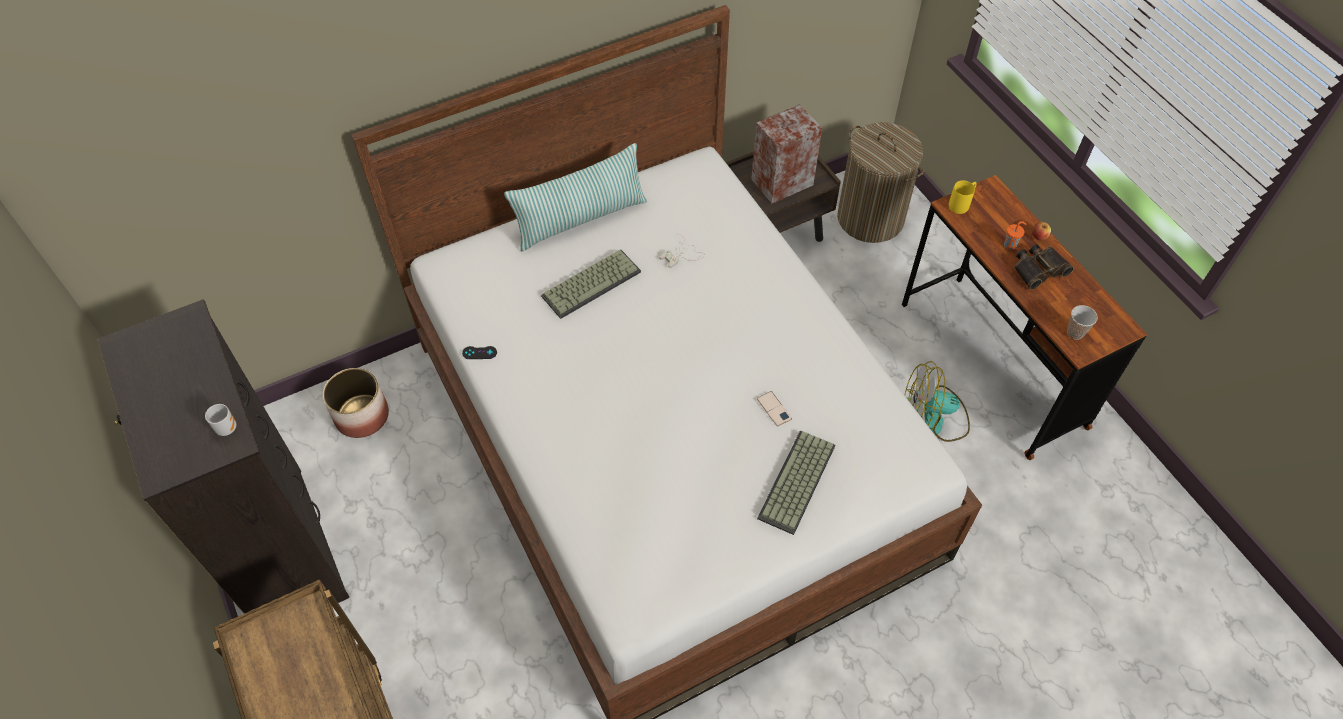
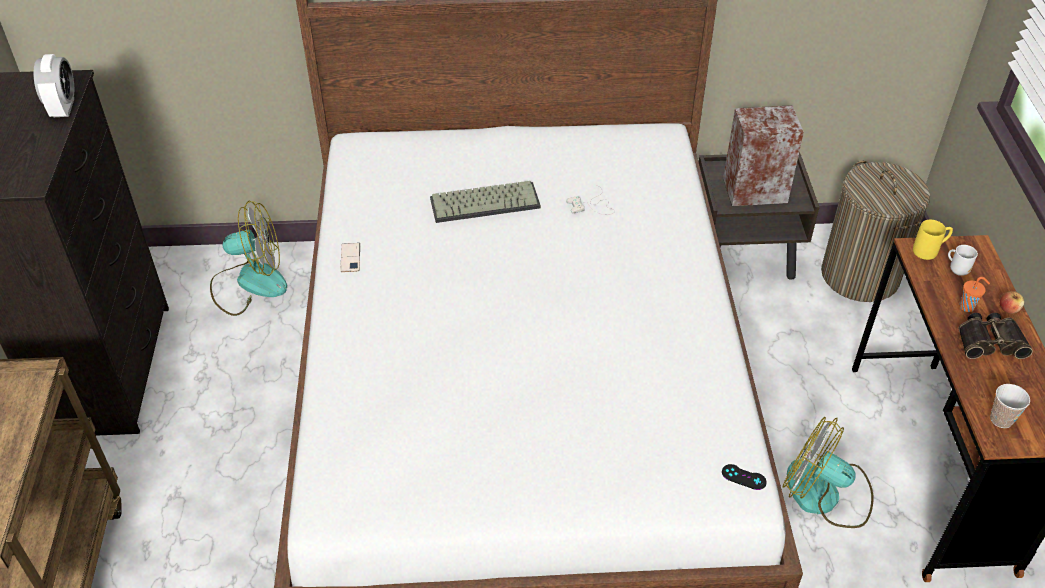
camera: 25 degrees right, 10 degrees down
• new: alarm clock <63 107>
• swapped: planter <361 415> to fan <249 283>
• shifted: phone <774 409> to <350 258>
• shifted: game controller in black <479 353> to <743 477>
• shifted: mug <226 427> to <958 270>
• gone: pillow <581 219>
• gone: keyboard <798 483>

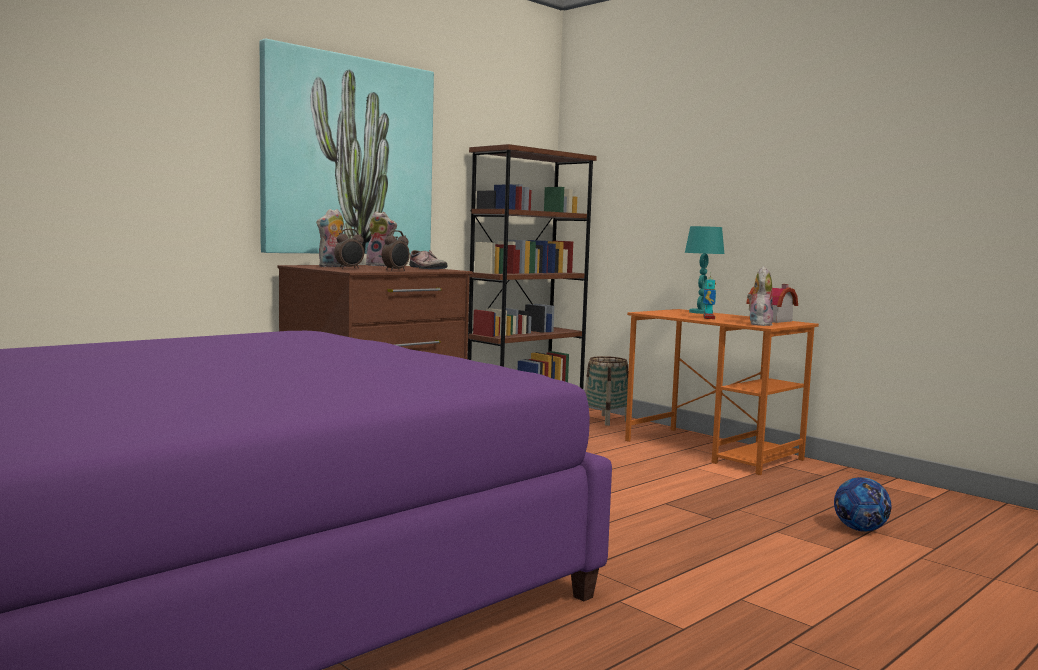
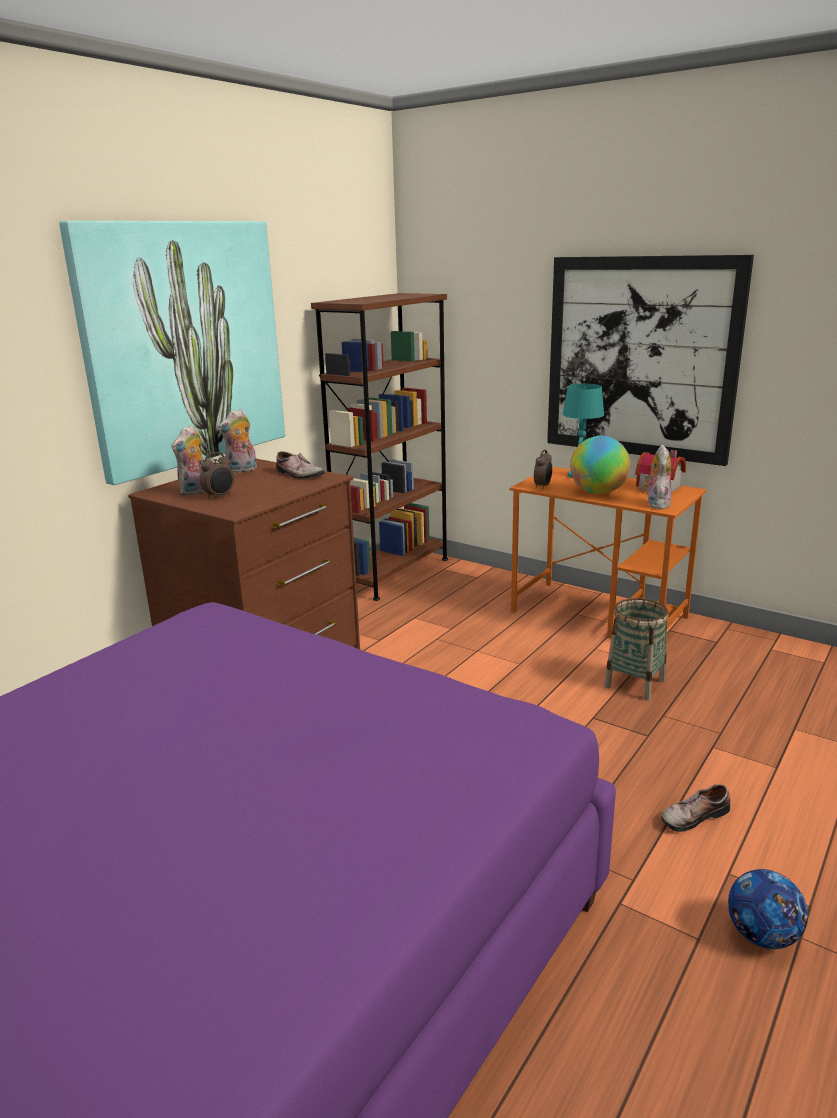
camera: 10 degrees left, 15 degrees up
• rotated: plush toy <381 266> = <242 470> 135 degrees clockwise
• shifted: alarm clock <396 270> to <543 486>
• new: picture <640 358>
• swapped: toy robot <708 318> to globe <598 492>
• shifted: basket <605 420> to <634 683>
• new: shoe <692 815>
• shifted: football <860 529> to <762 935>

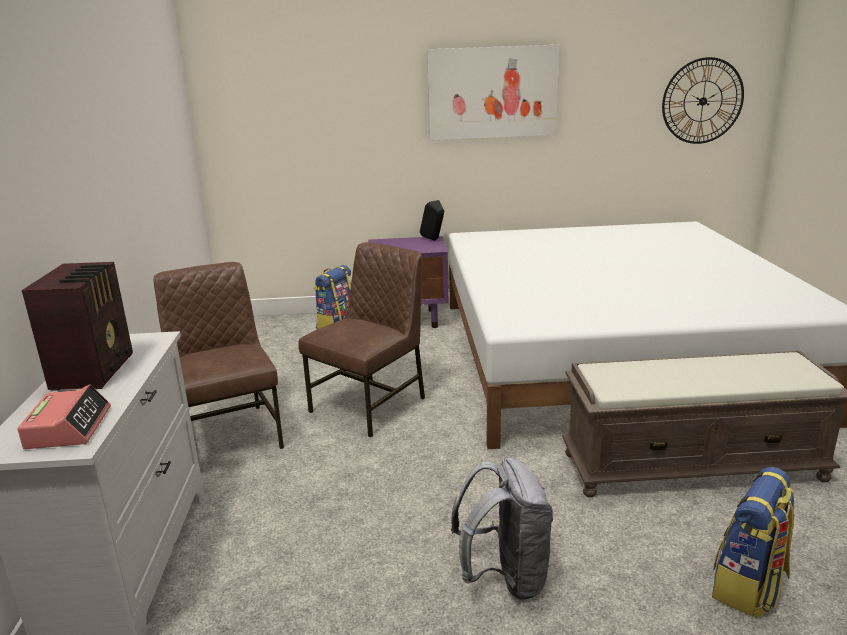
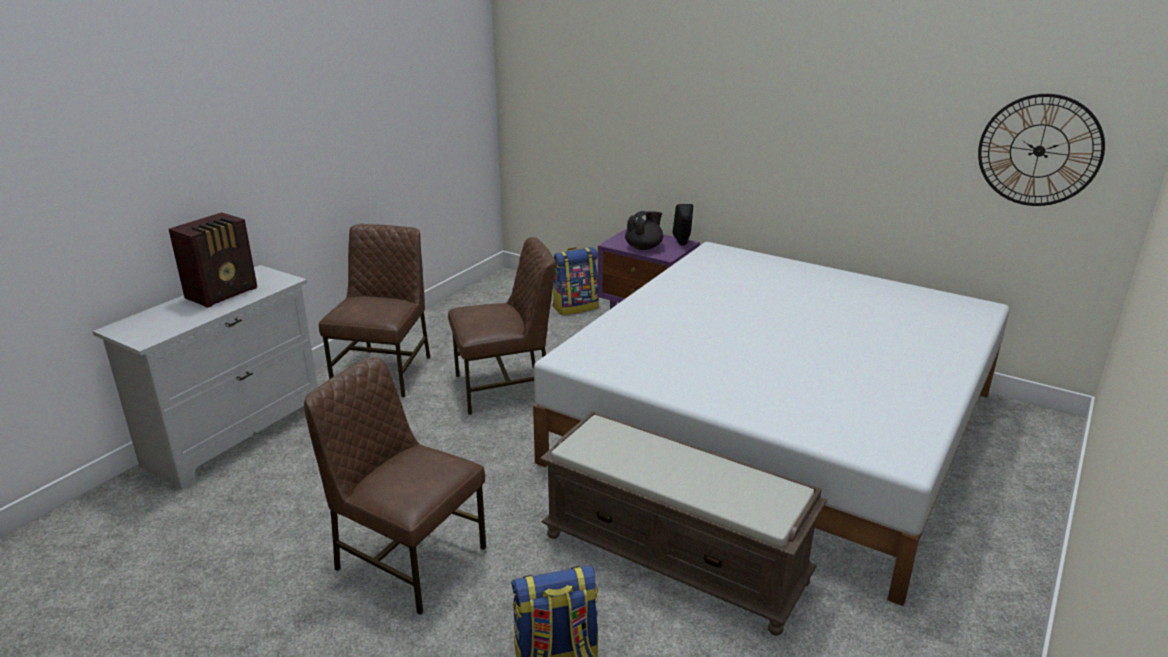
camera: 35 degrees right, 5 degrees up
• swapped: backpack in grey <505 577> to chair in brown <408 558>
• new: teapot in black <644 247>
• gone: alarm clock <69 428>
• gone: picture <492 93>

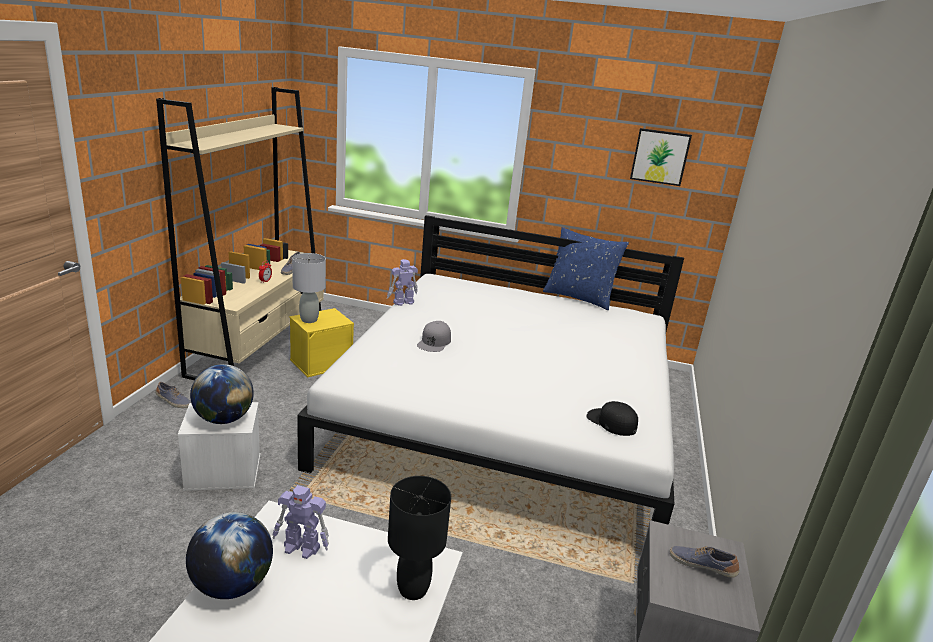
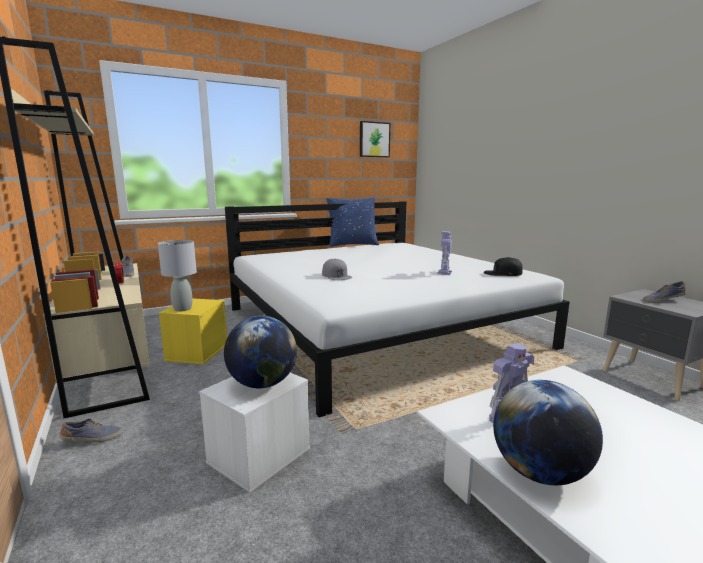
camera: 40 degrees left, 10 degrees down
• shifted: toy robot <402 302> to <444 272>
• gone: table lamp in black <412 589>

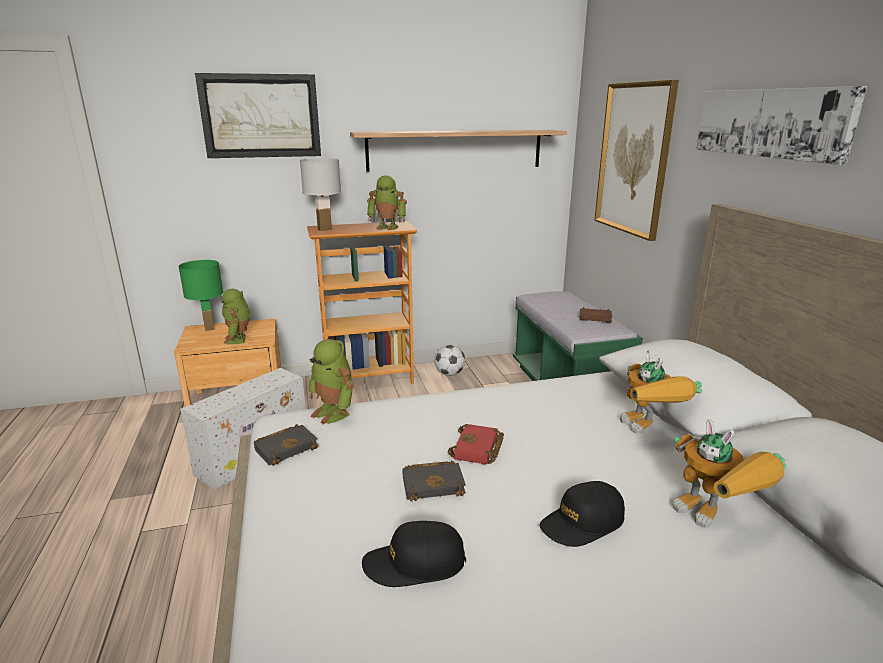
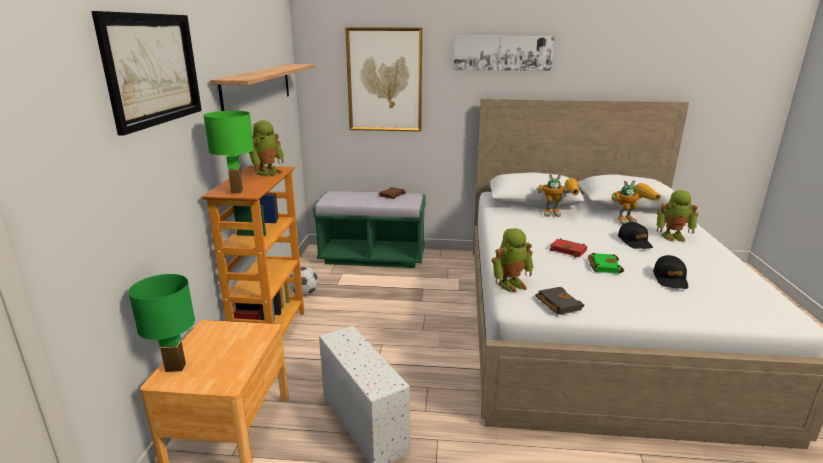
camera: 70 degrees left, 0 degrees up
• repainted: table lamp in white <325 229> to table lamp in green <236 191>
• repainted: book in black <434 484> to book in green <603 265>
• shifted: toy robot <239 339> to <673 236>

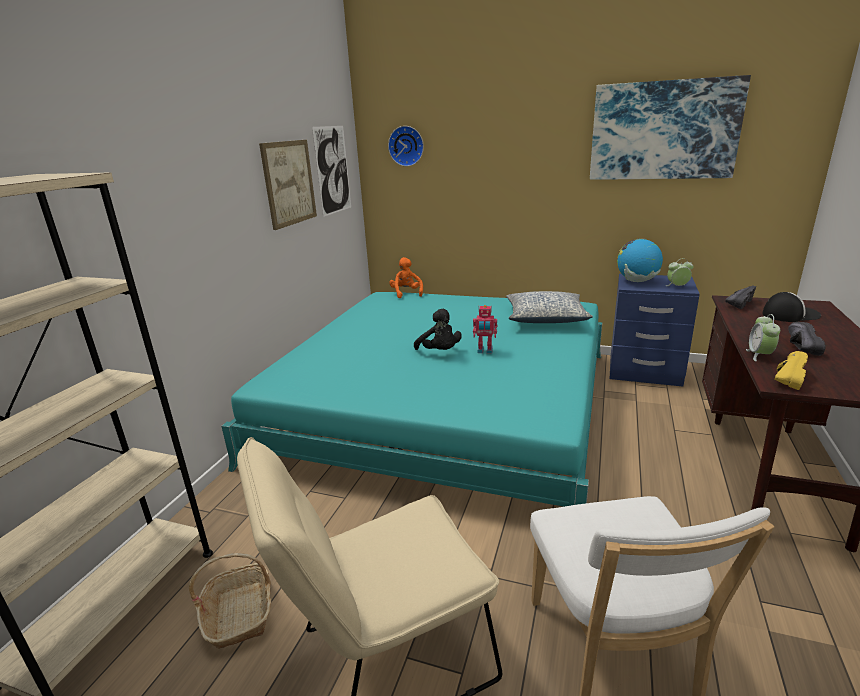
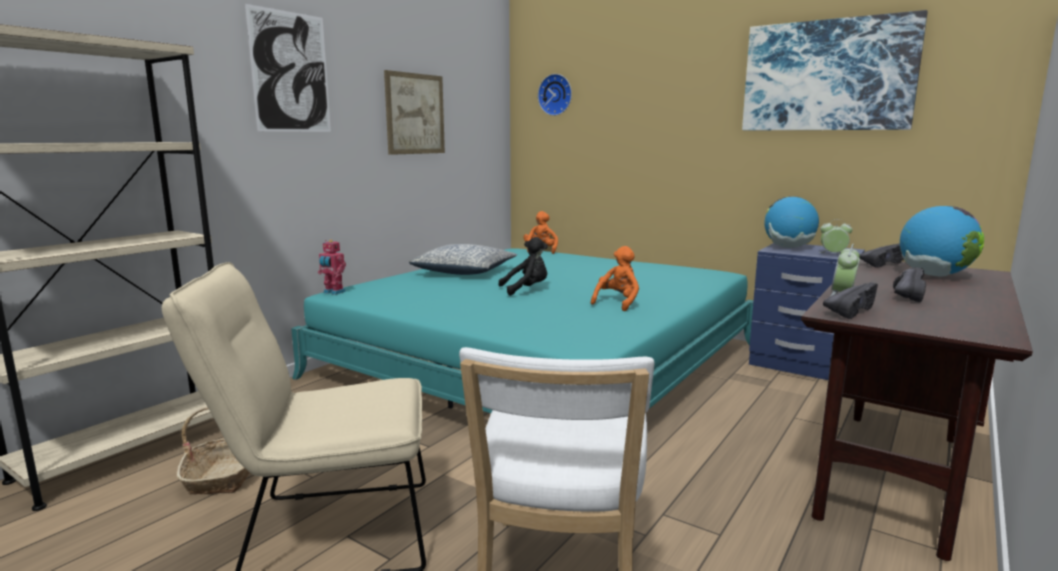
camera: 15 degrees right, 10 degrees down
• shifted: picture <333 170> to <290 72>
• shifted: toy robot <485 351> to <333 292>
• shifted: pillow <546 318> to <465 272>
• rotated: plush toy in black <440 352> = <526 289> 90 degrees counterclockwise
• new: plush toy in orange <617 303>
• repainted: shoe in yellow <786 377> to shoe in black <849 311>
• swapped: cap <790 315> to globe <934 275>

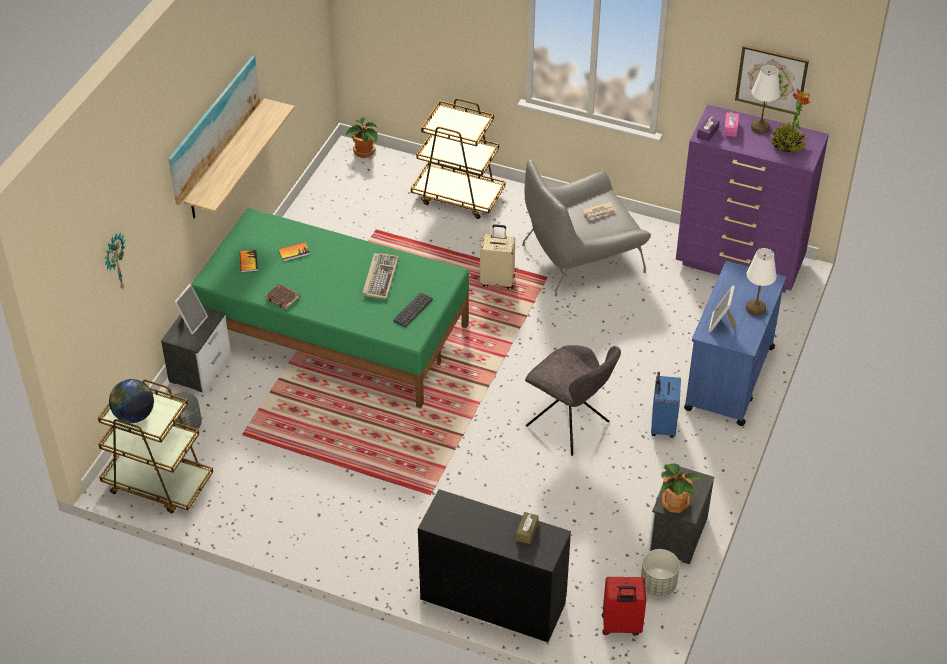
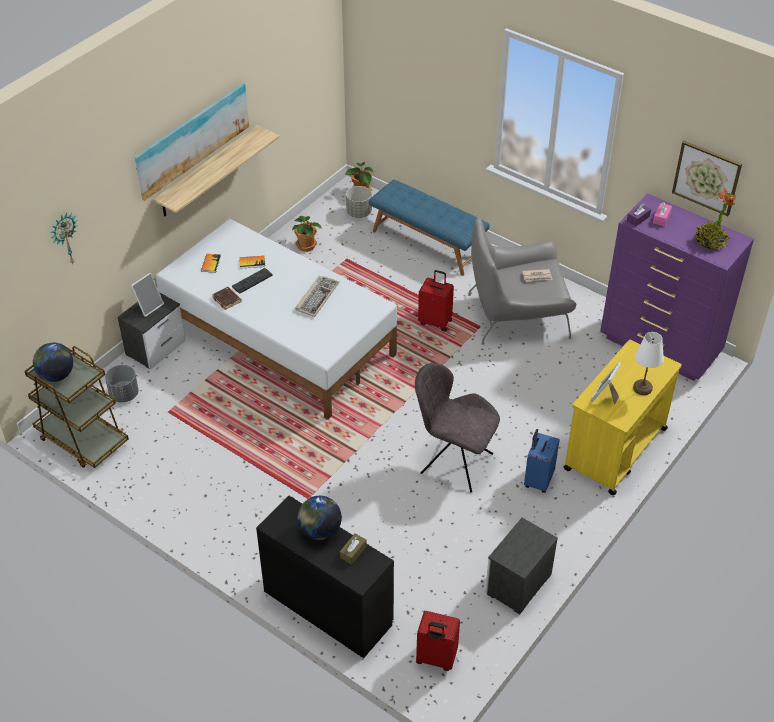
camera: 15 degrees right, 0 degrees up
• repainted: bed in green <334 331> to bed in white <278 339>
• shifted: keyboard <413 310> to <252 281>
• shifted: potted plant <675 502> to <306 245>
• new: globe <320 530>
• shifted: planter in grey <658 584> to <359 212>
• swapped: cart in brown <458 196> to bench in blue <428 243>
• rotated: chair in grey <570 426> = <454 462> 150 degrees clockwise
• repainted: suitcase in beige <498 281> to suitcase in red <435 321>
• repainted: cart in blue <729 379> to cart in yellow <615 449>
• gone: table lamp in white <760 128>

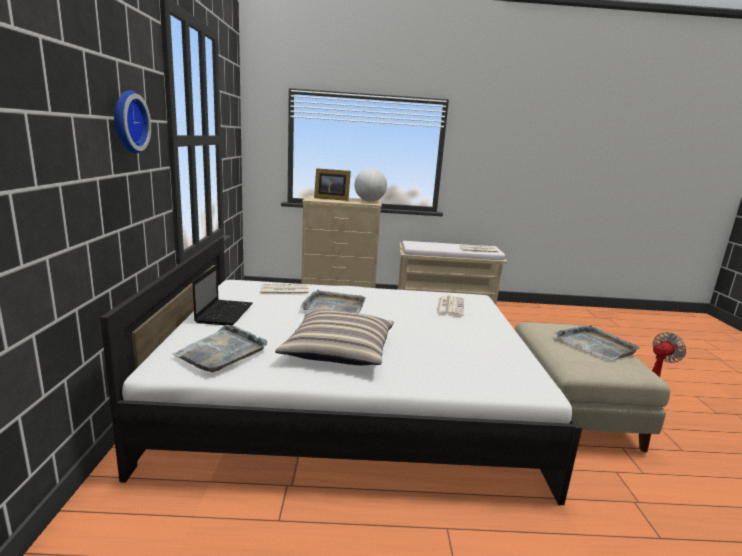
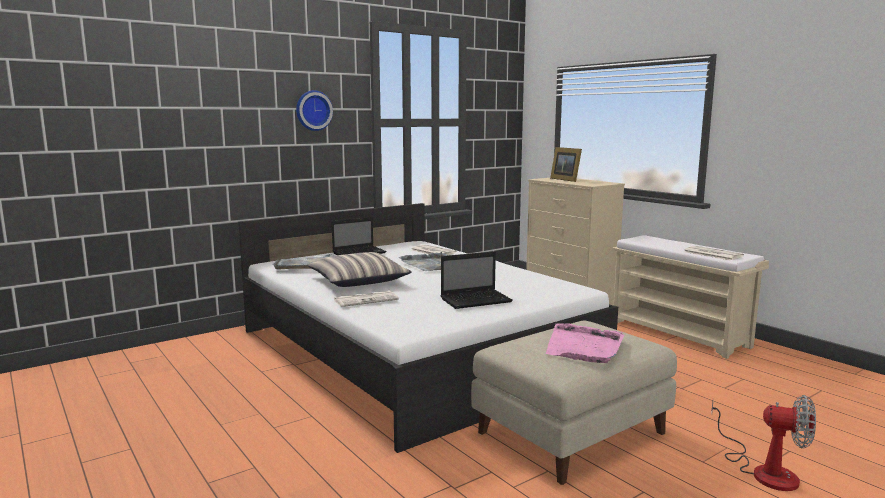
camera: 55 degrees right, 5 degrees down
• shifted: newspaper <450 306> to <366 300>
• new: laptop <477 300>
• repainted: tray in grey <595 345> to tray in pink <583 347>
• gone: globe <369 201>

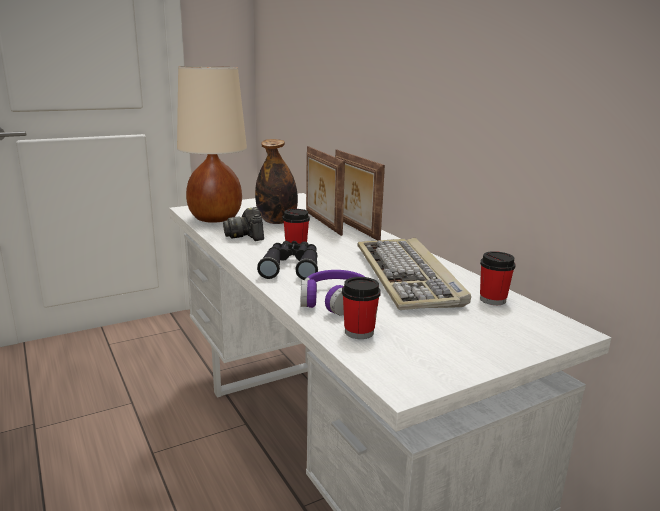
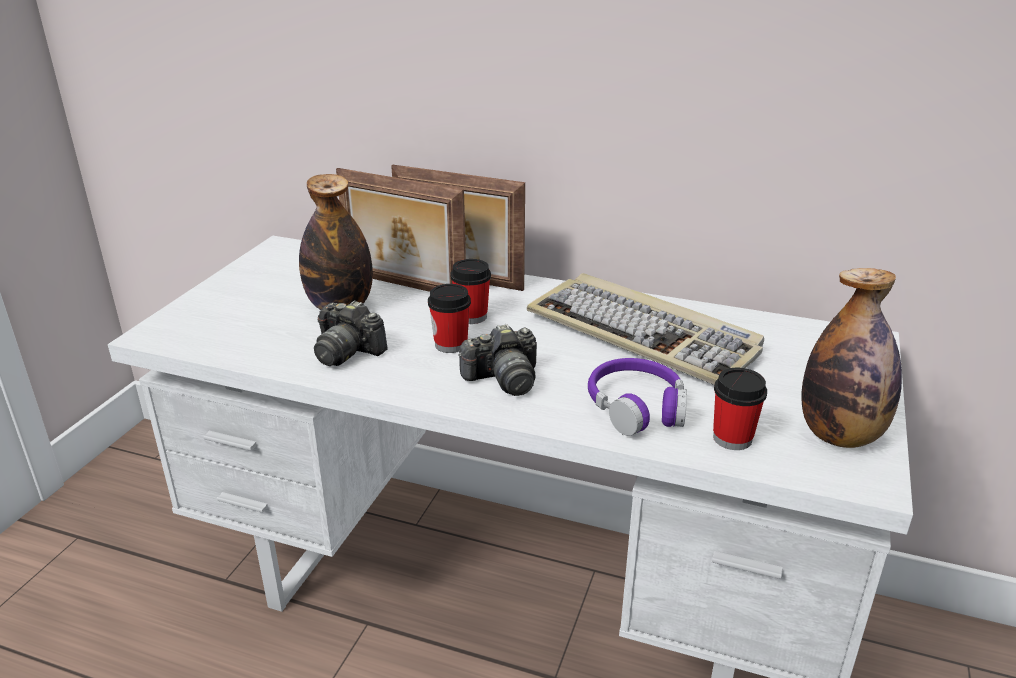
camera: 40 degrees left, 10 degrees up
• shifted: cup <492 300> to <471 316>
• swapped: binoculars in black <291 267> to photo camera <503 379>
• new: bottle <840 435>
• gone: table lamp in beige <215 218>

